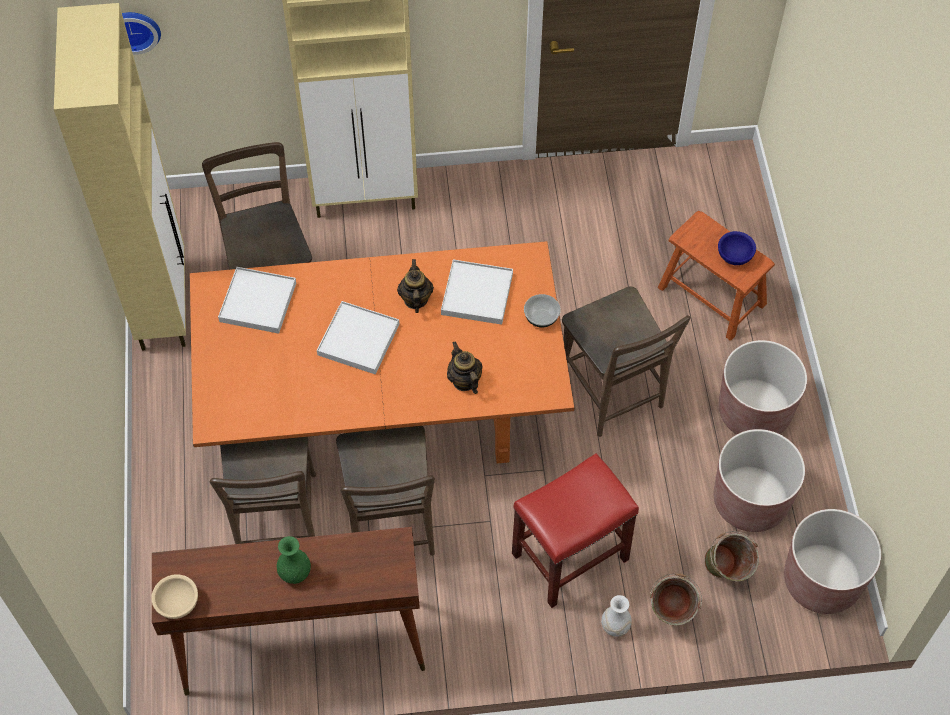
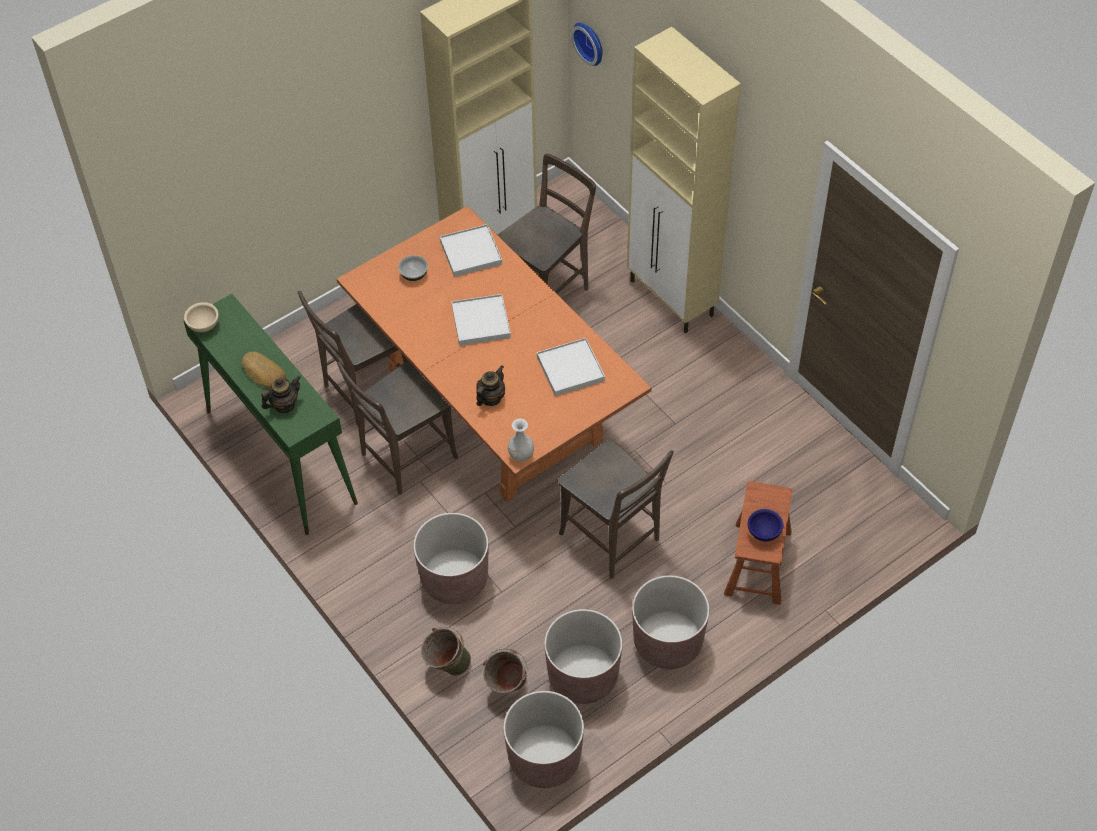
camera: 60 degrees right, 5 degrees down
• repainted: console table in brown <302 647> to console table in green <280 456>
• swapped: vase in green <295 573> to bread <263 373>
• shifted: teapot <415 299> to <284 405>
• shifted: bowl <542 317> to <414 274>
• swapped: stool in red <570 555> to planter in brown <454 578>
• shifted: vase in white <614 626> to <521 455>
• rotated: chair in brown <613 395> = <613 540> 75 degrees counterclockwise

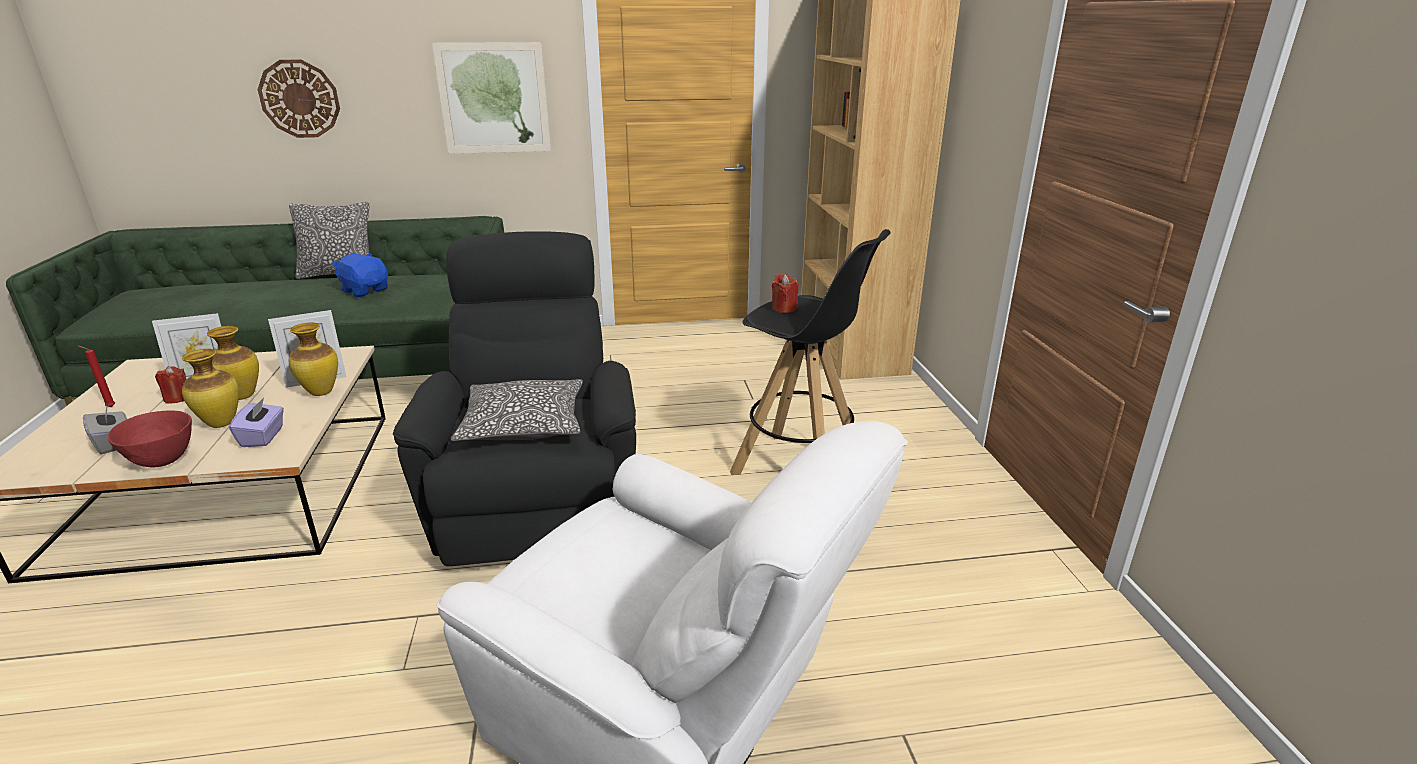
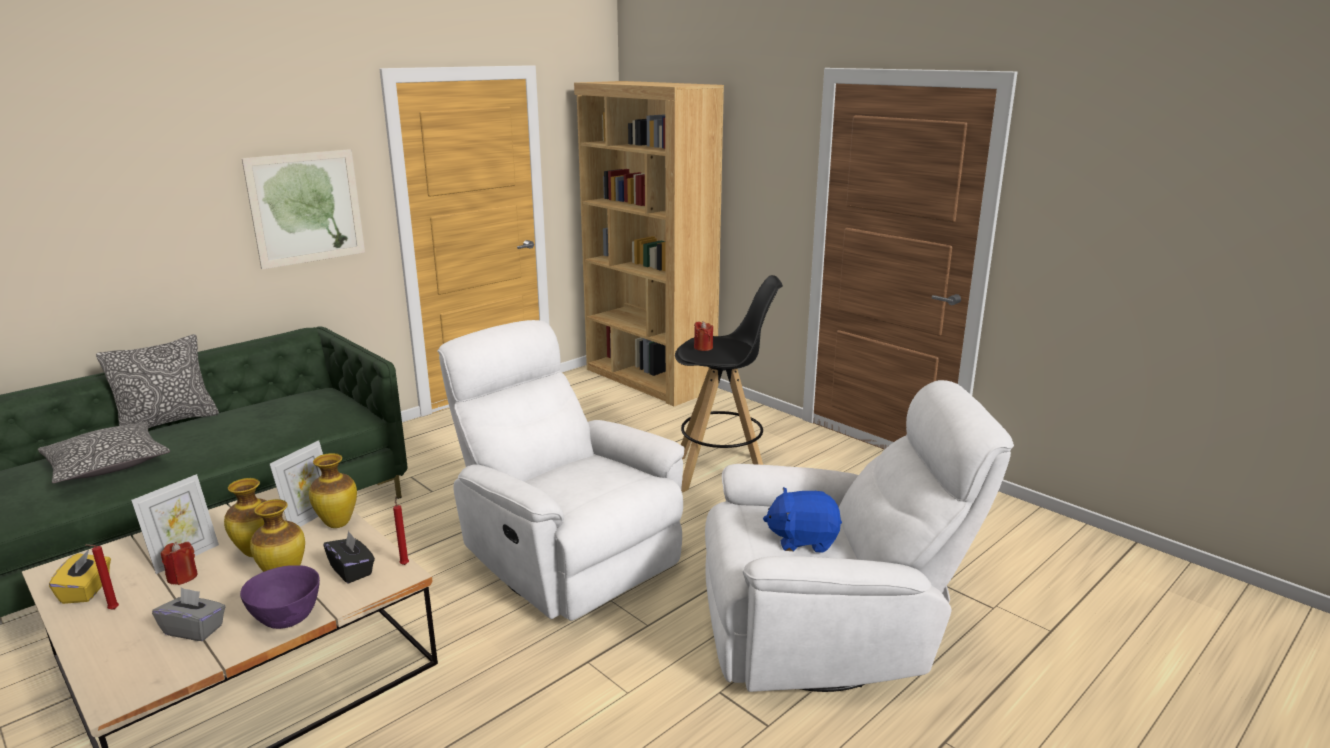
camera: 35 degrees left, 5 degrees down
• shifted: pillow <524 425> to <107 465>
• new: tissue box in yellow <87 590>
• repainted: bowl in red <163 461> to bowl in purple <288 620>
• repainted: tissue box in purple <263 437> to tissue box in black <352 570>
• new: candle in red <404 564>
• repainted: armchair in black <539 499> to armchair in white <565 557>
• shifted: plush toy in blue <365 290> to <803 540>
• gone: wall clock <299 99>

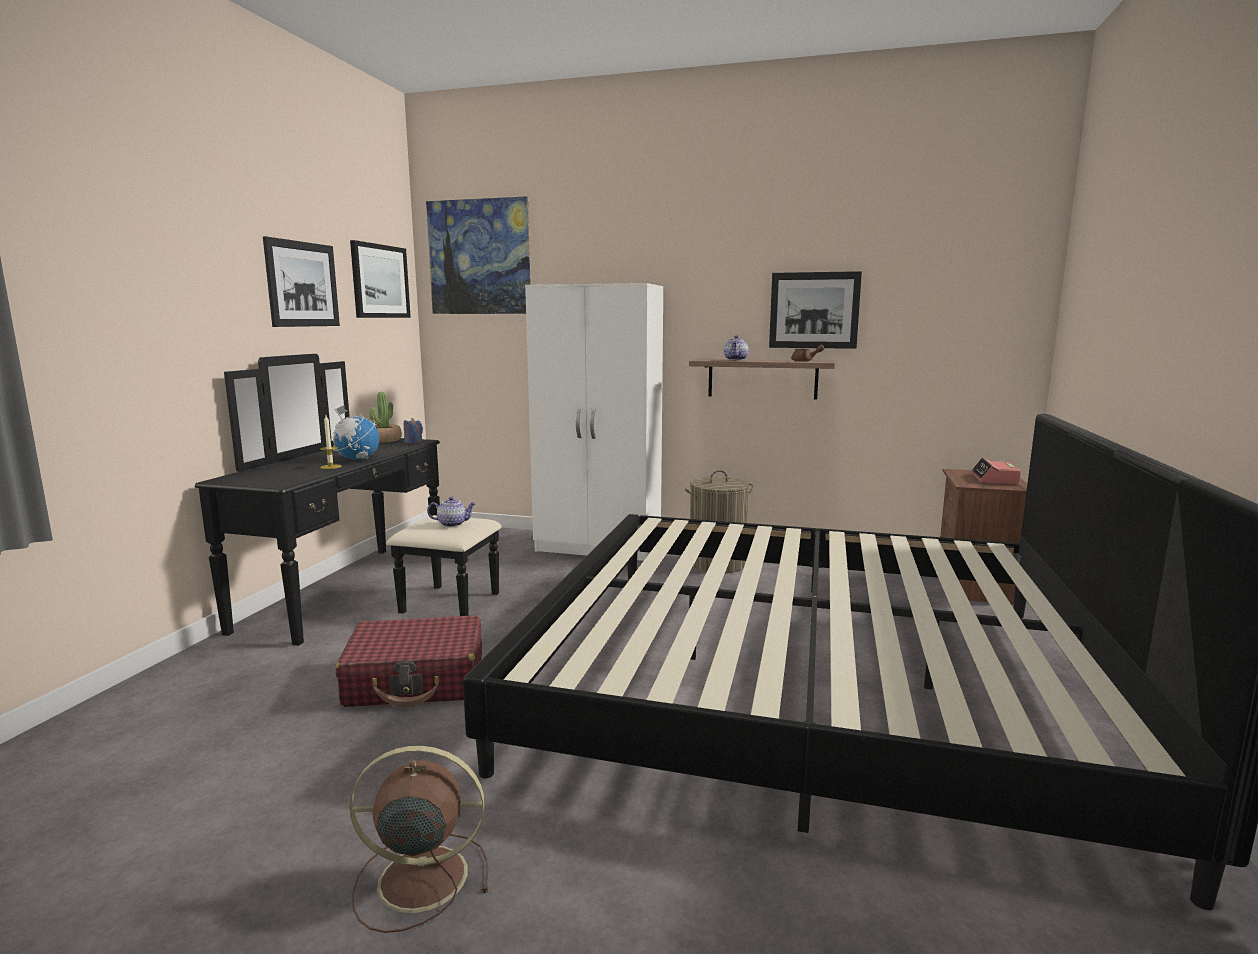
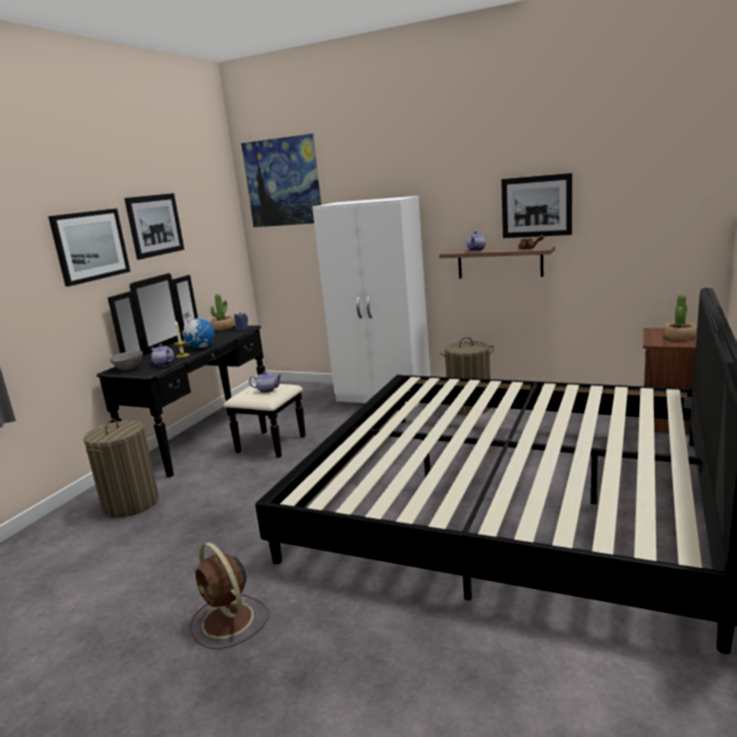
camera: 10 degrees right, 5 degrees up
• shifted: picture <380 281> to <90 246>
• new: laundry basket <131 503>
• new: bowl in grey <128 368>
• new: teapot <163 364>
• rotated: fan in brown <418 878> = <229 621> 135 degrees counterclockwise
• swapped: alarm clock <994 479> to potted plant <679 337>
• gone: suitcase in red <417 680>

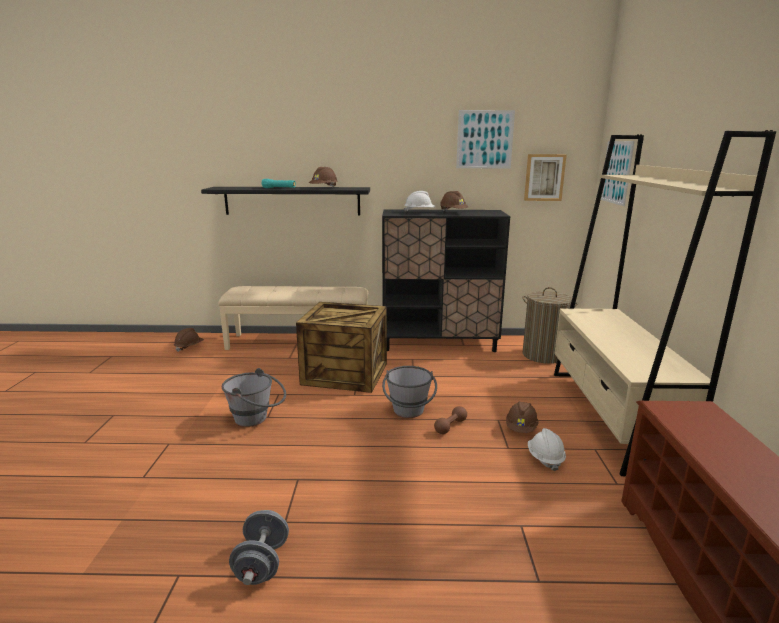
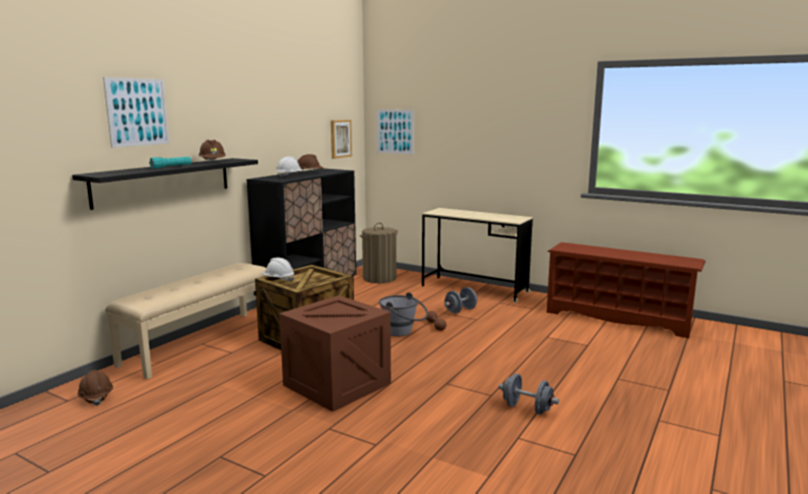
camera: 60 degrees left, 5 degrees down
• shifted: picture <485 139> to <137 112>
• shifted: hard hat in white <545 458> to <278 280>
• swapped: bucket in grey <257 419> to crate <337 384>
• swapped: bookcase in beige <611 417> to desk in beige <474 289>
• swapped: hard hat in brown <521 428> to dumbbell in grey <460 310>

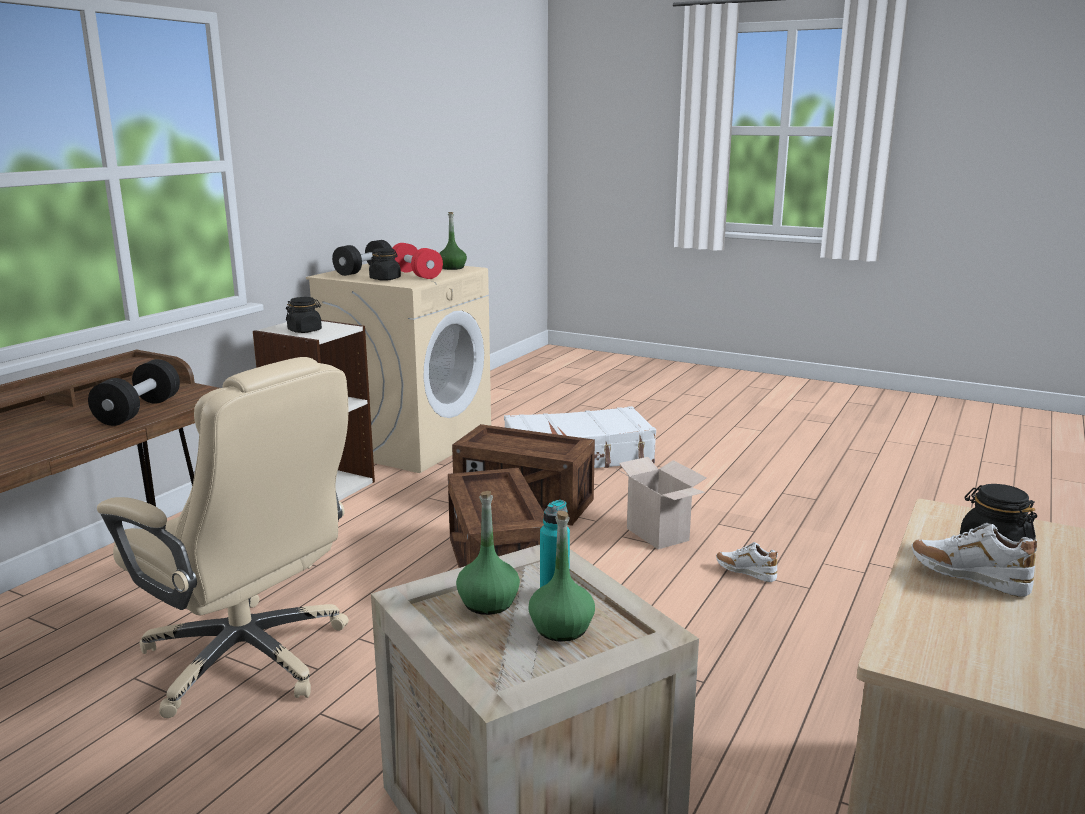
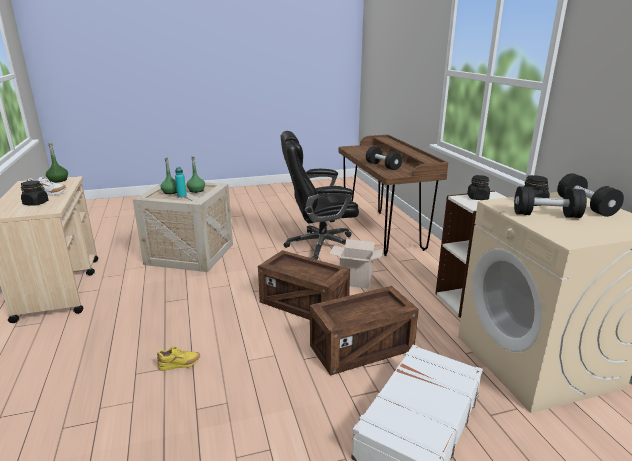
camera: 135 degrees right, 5 degrees up
• shifted: bottle in green <452 268> to <58 180>
• repainted: shoe in white <745 573> to shoe in yellow <179 365>
• repainted: office chair in beige <248 658> to office chair in black <320 246>
• shifted: cardboard box <660 535> to <354 282>
• repainted: dumbbell in red <416 274> to dumbbell in black <546 215>

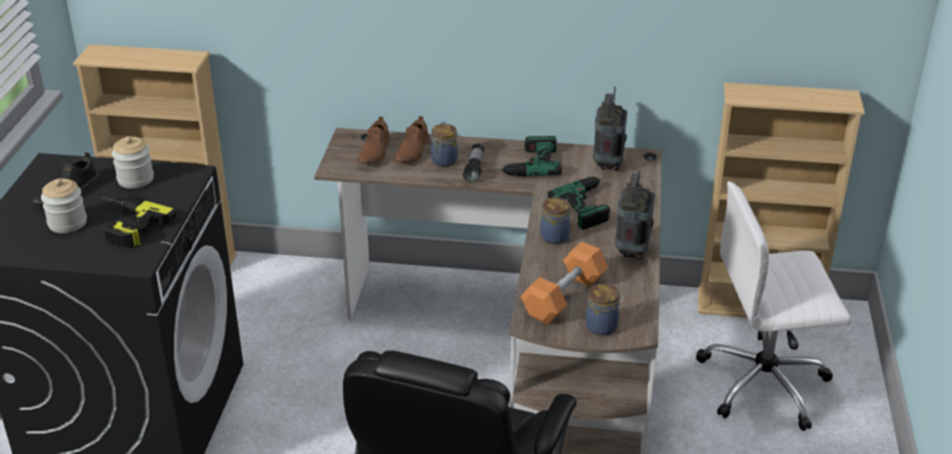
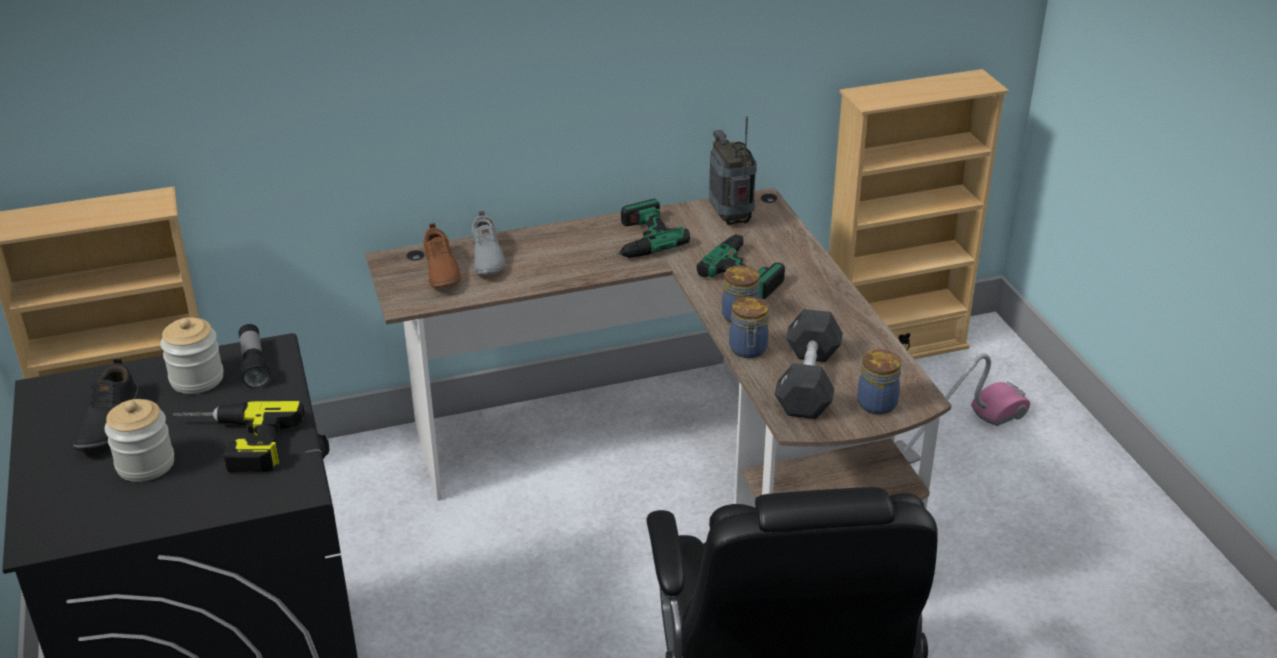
camera: 25 degrees left, 0 degrees up
• shifted: flashlight <475 169> to <254 365>
• repainted: shoe in brown <411 151> to shoe in grey <486 258>
• shifted: jar <443 161> to <748 350>
• repainted: dumbbell in orange <564 297> to dumbbell in black <808 382>
• swapped: office chair in white <765 383> to vacuum cleaner <959 430>
• gone: radio <632 252>

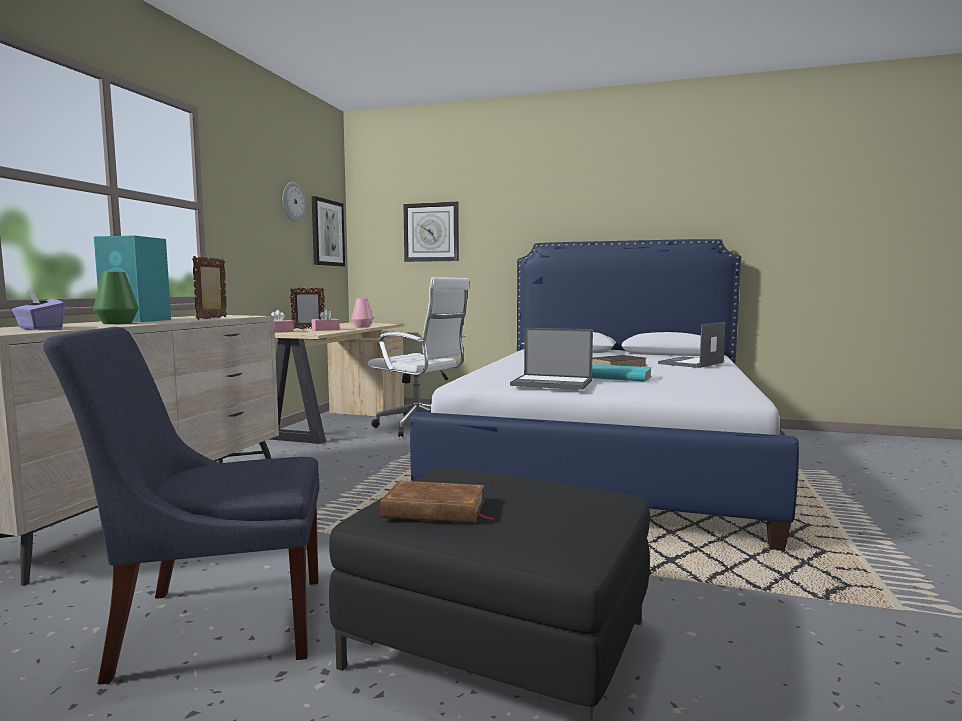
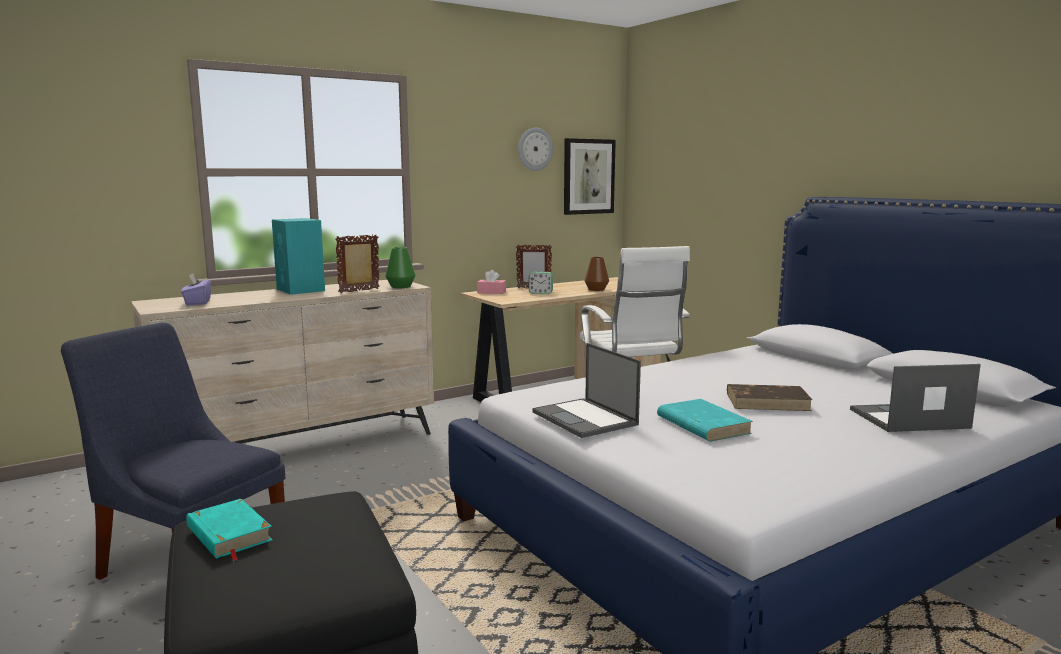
camera: 40 degrees right, 5 degrees up
• repainted: book in brown <435 509> to book in turquoise <228 534>
• shifted: vase in green <117 323> to <401 286>
• swapped: tissue box in pink <325 330> to alarm clock <540 293>
• repainted: vase in pink <362 326> to vase in brown <596 289>
• gone: wall clock <431 232>

